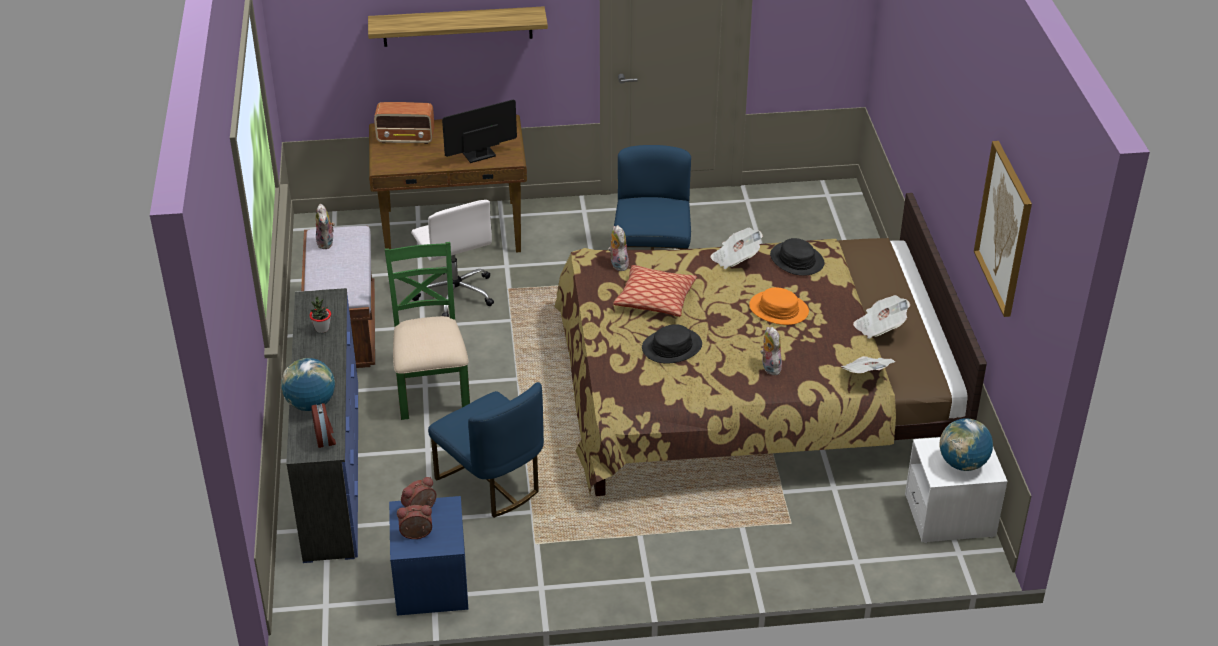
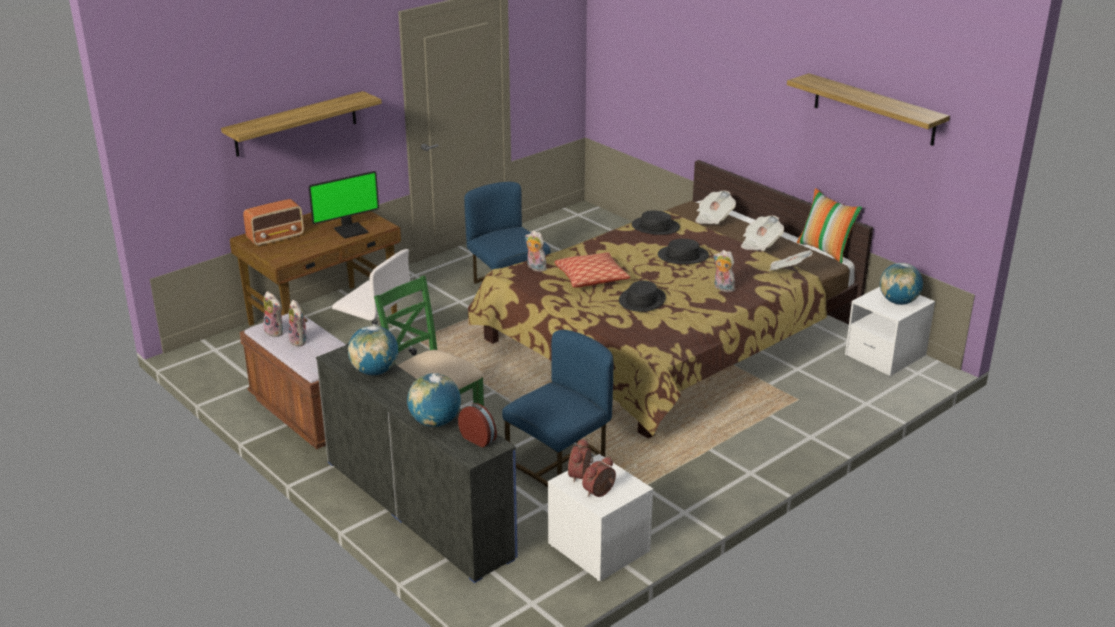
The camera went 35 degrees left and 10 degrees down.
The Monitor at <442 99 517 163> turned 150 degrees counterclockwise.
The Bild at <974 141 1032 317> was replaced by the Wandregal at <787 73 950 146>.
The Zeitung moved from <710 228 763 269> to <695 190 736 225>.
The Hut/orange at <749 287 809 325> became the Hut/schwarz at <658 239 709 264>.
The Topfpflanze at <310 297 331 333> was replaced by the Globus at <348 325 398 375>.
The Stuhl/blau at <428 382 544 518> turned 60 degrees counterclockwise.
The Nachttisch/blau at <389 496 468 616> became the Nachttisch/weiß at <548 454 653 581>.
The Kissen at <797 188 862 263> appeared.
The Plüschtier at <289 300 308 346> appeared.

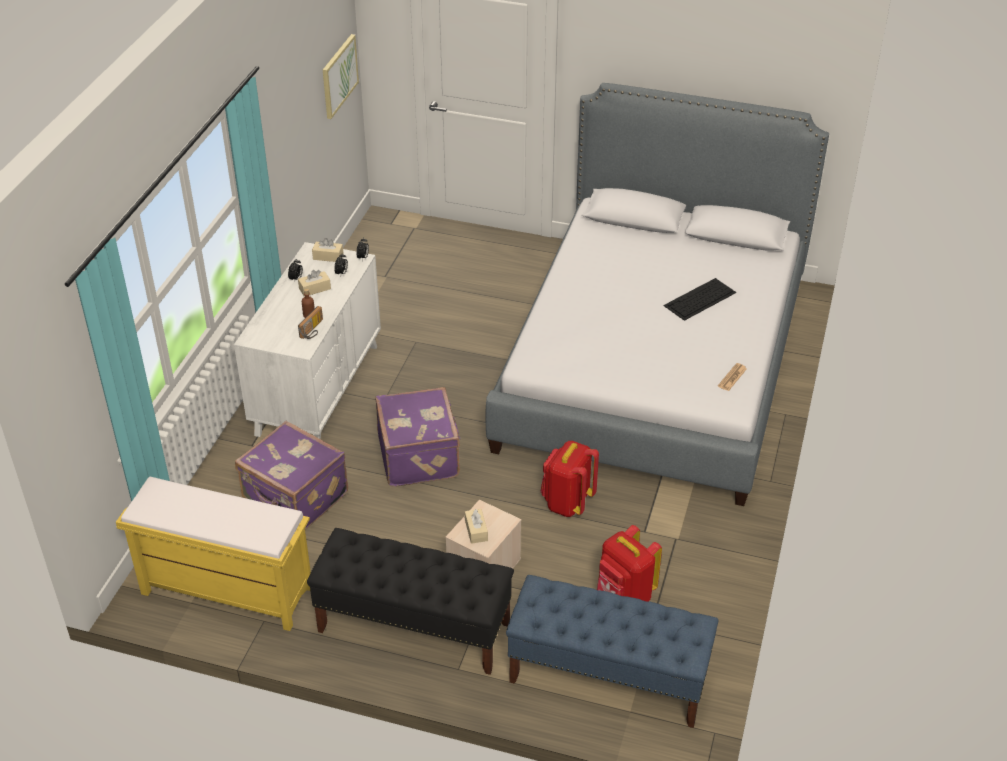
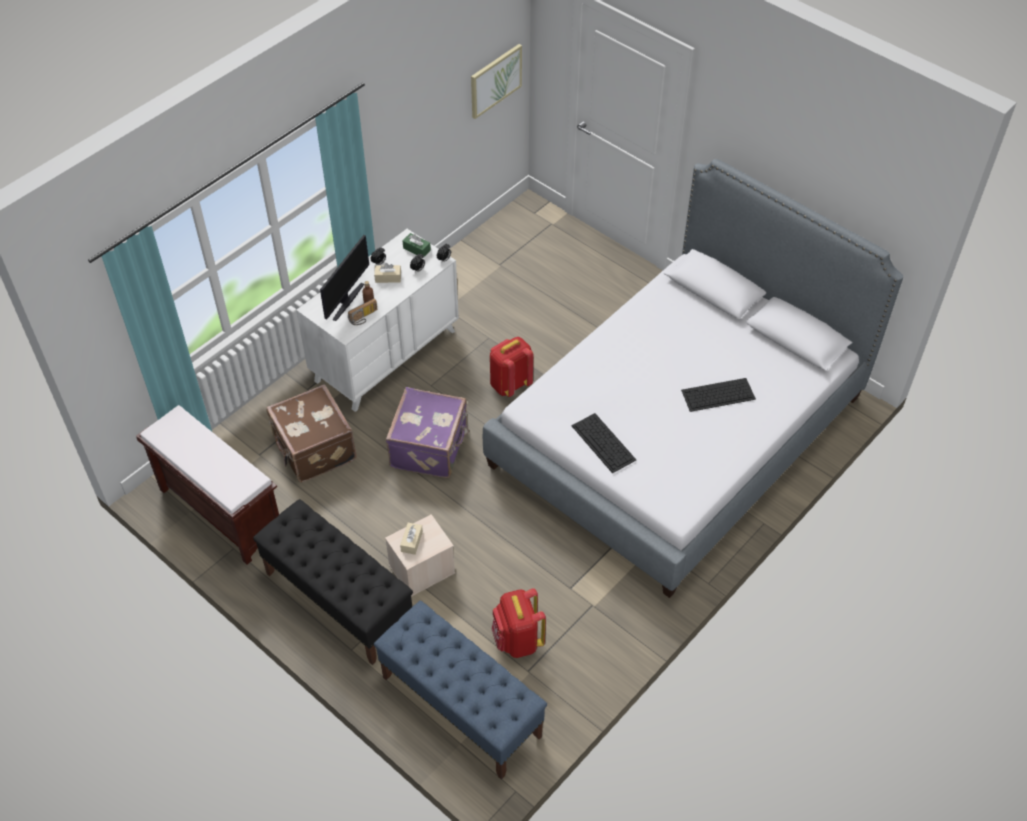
The camera went 25 degrees right and 10 degrees up.
The Taschentuchbox/beige at <312 238 344 262> became the Taschentuchbox/grün at <403 233 431 257>.
The Zeitung at <718 363 747 391> disappeared.
The Koffer/lila at <235 421 348 530> became the Koffer/braun at <266 384 357 482>.
The Rucksack/rot moved from <540 441 599 517> to <490 337 533 397>.
The Bank/gelb at <116 476 311 631> became the Bank/braun at <136 405 279 565>.
The Monitor at <320 235 369 321> appeared.
The Tastatur at <571 413 636 473> appeared.

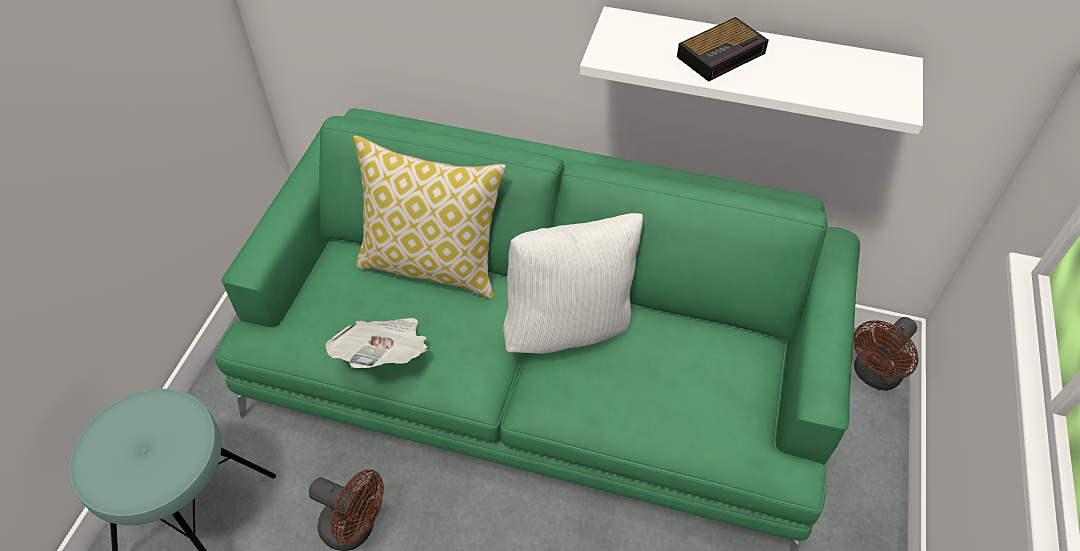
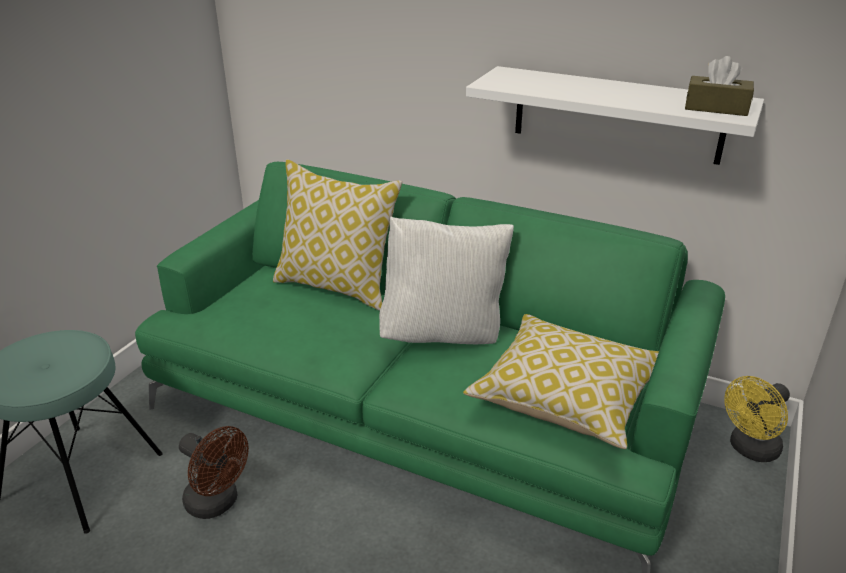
The camera went 10 degrees right and 20 degrees down.
The Wecker at <677 17 769 82> disappeared.
The Ventilator/braun at <853 317 919 390> became the Ventilator/gelb at <724 376 790 462>.
The Zeitung at <325 318 428 368> disappeared.
The Taschentuchbox/braun at <685 56 754 116> appeared.
The Kissen at <463 314 659 449> appeared.

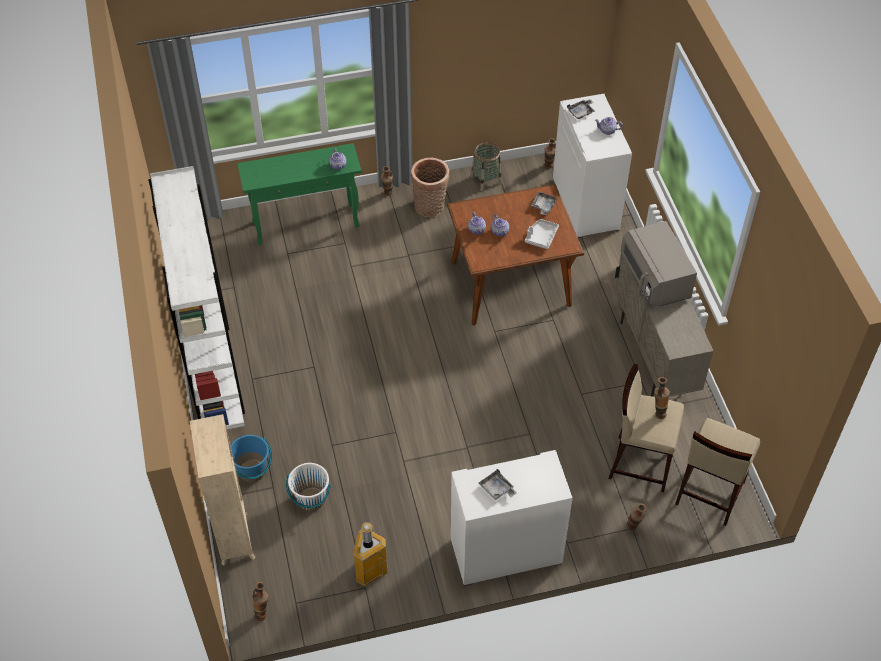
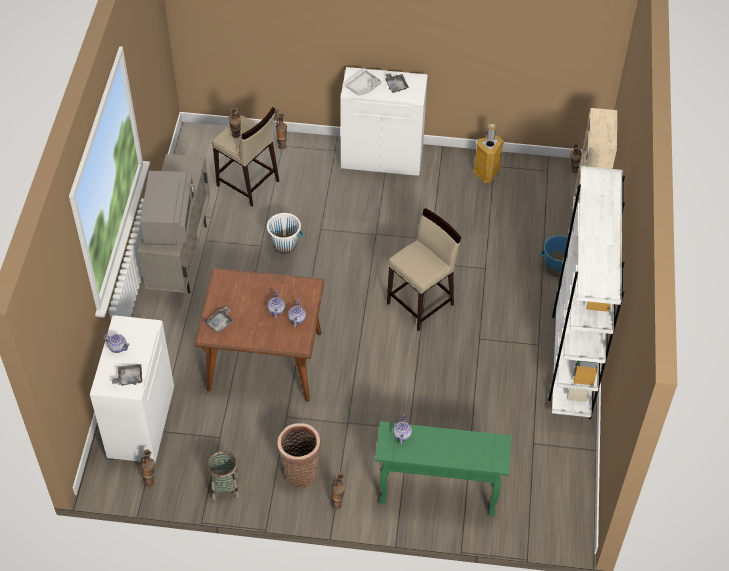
The camera went 160 degrees left and 0 degrees up.
The Tablett/grau moved from <525 219 559 249> to <346 70 382 96>.
The Hocker/beige moved from <675 418 760 526> to <387 208 461 331>.
The Eimer/weiß moved from <286 463 331 511> to <267 213 303 254>.

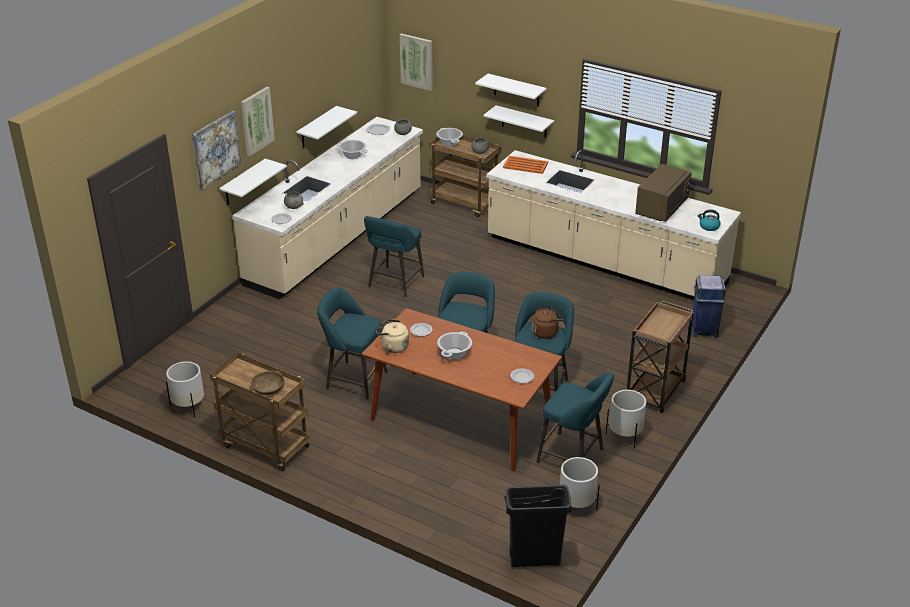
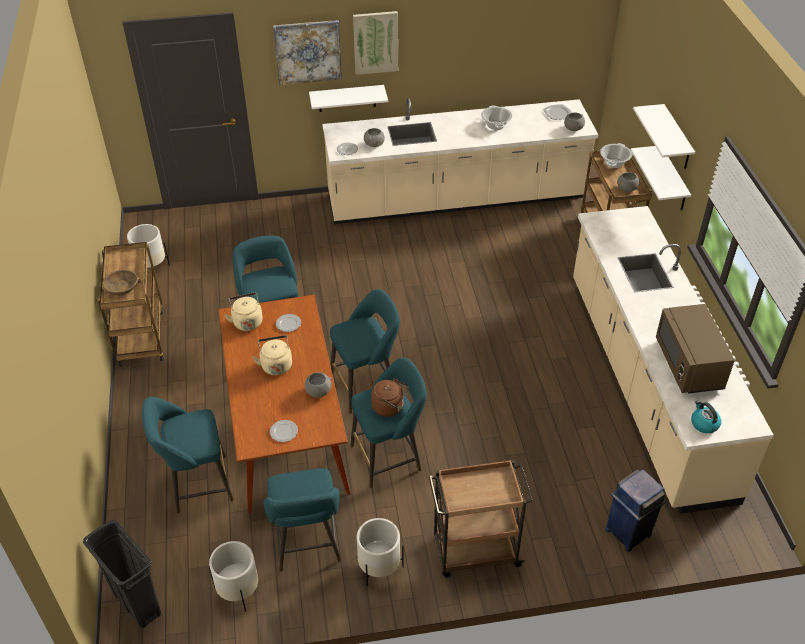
The camera went 50 degrees right and 10 degrees up.
The Bild at <400 33 433 91> disappeared.
The Wandregal/weiß at <296 106 357 148> disappeared.
The Tablett/orange at <503 156 548 174> disappeared.
The Mikrowelle/braun at <635 164 692 222> turned 90 degrees clockwise.
The Hocker/türkis moved from <364 216 424 298> to <142 397 234 513>.
The Kochtopf at <437 332 472 359> was replaced by the Wasserkessel/beige at <252 335 292 375>.
The Schüssel/grau at <305 372 332 397> appeared.

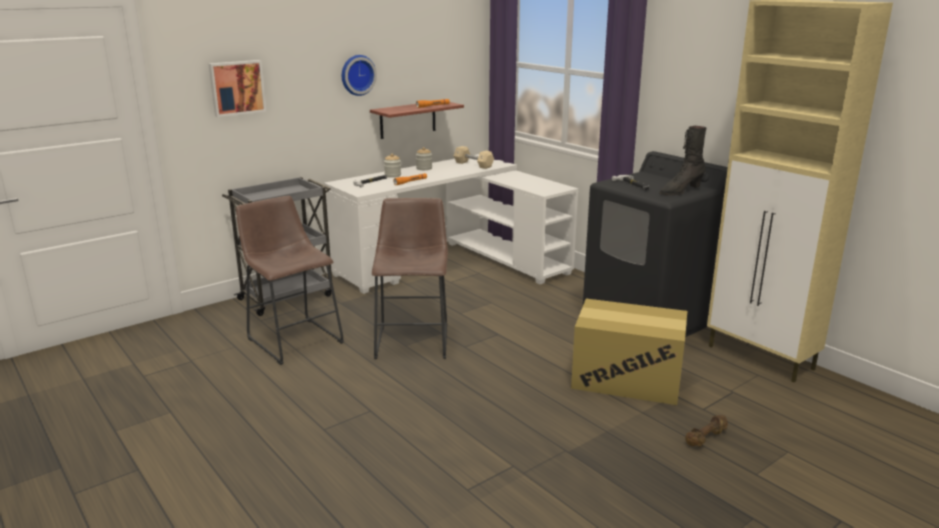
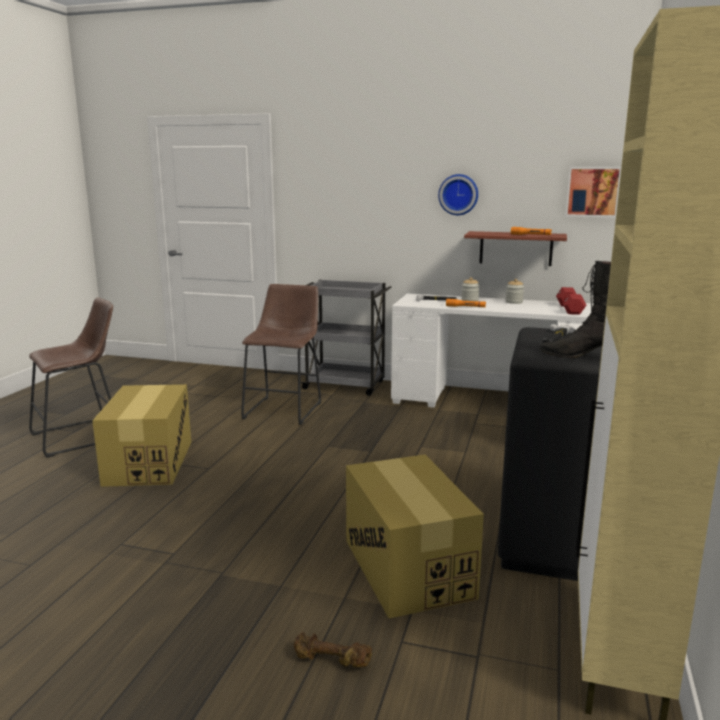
The camera went 55 degrees right and 5 degrees down.
The Bild moved from <208 60 266 117> to <565 167 621 218>.
The Hantel/beige at <454 146 494 169> became the Hantel/rot at <556 287 586 315>.
The Hocker/braun moved from <372 198 448 359> to <29 297 113 458>.
The Karton at <92 384 191 487> appeared.

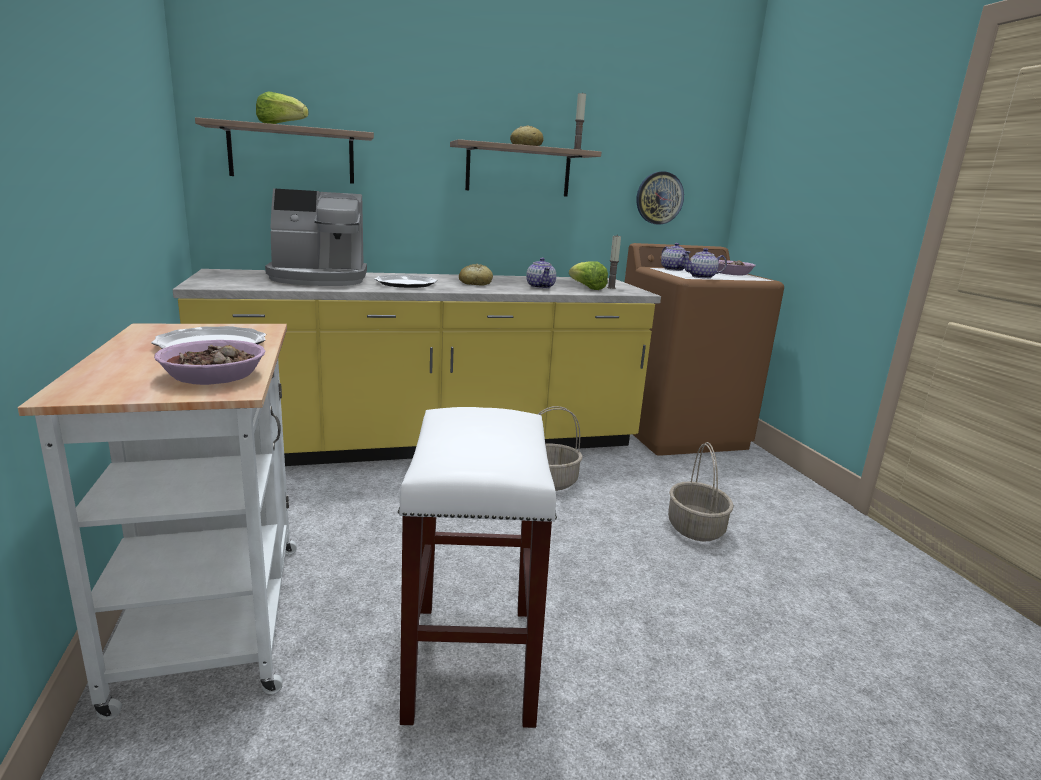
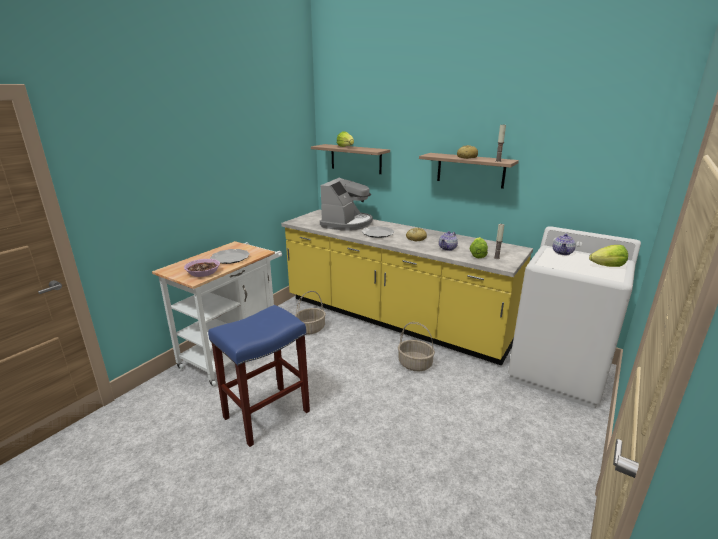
The camera went 50 degrees right and 5 degrees up.
The Wanduhr at <636 171 684 225> disappeared.
The Kaffeemaschine at <265 188 367 286> turned 105 degrees counterclockwise.
The Waschmaschine/braun at <625 243 784 456> became the Waschmaschine/weiß at <508 226 641 409>.
The Teekanne at <681 248 727 279> disappeared.
The Schüssel at <717 260 756 275> was replaced by the Salatkopf at <589 245 628 267>.
The Hocker/weiß at <398 407 557 728> became the Hocker/blau at <208 305 310 447>.
The Korb moved from <668 442 734 542> to <295 291 326 334>.

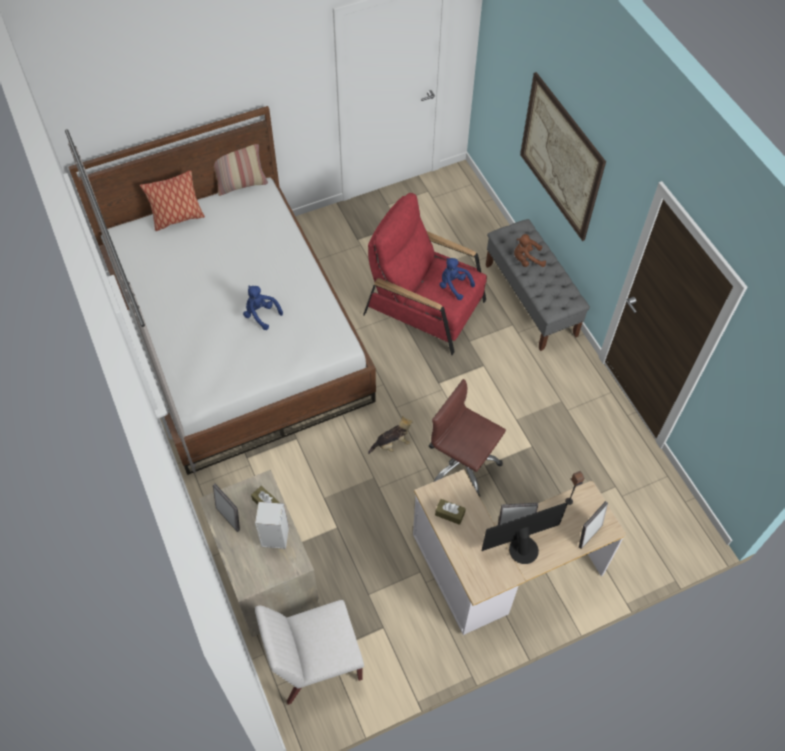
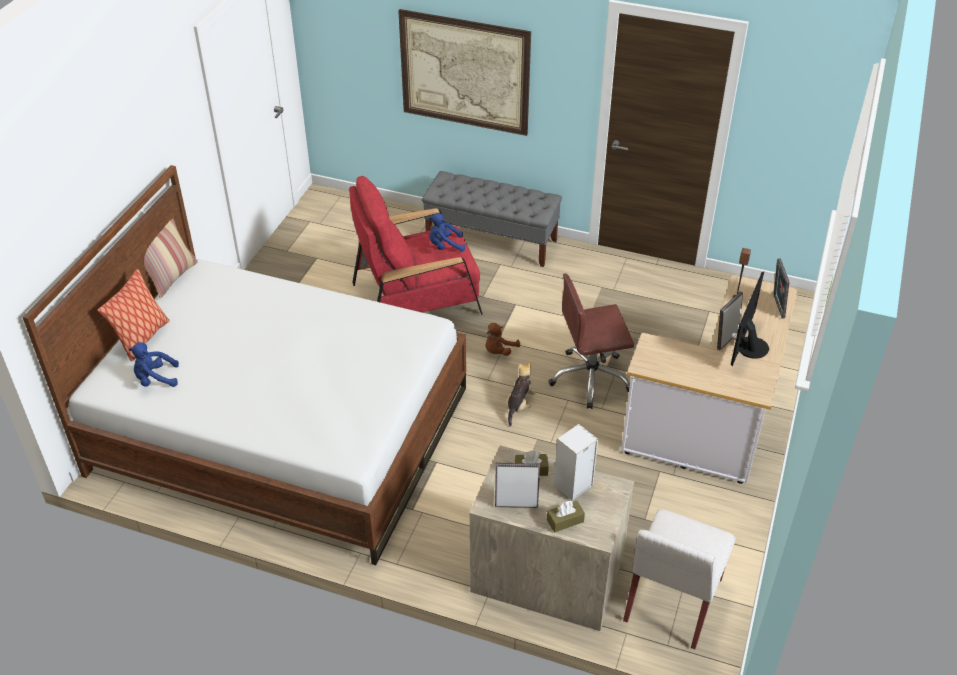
The camera went 45 degrees left and 15 degrees down.
The Plüschtier/braun moved from <514 234 546 267> to <486 323 520 356>.
The Plüschtier/blau moved from <243 286 283 330> to <129 342 179 387>.
The Taschentuchbox/braun moved from <435 499 466 525> to <547 501 585 532>.

